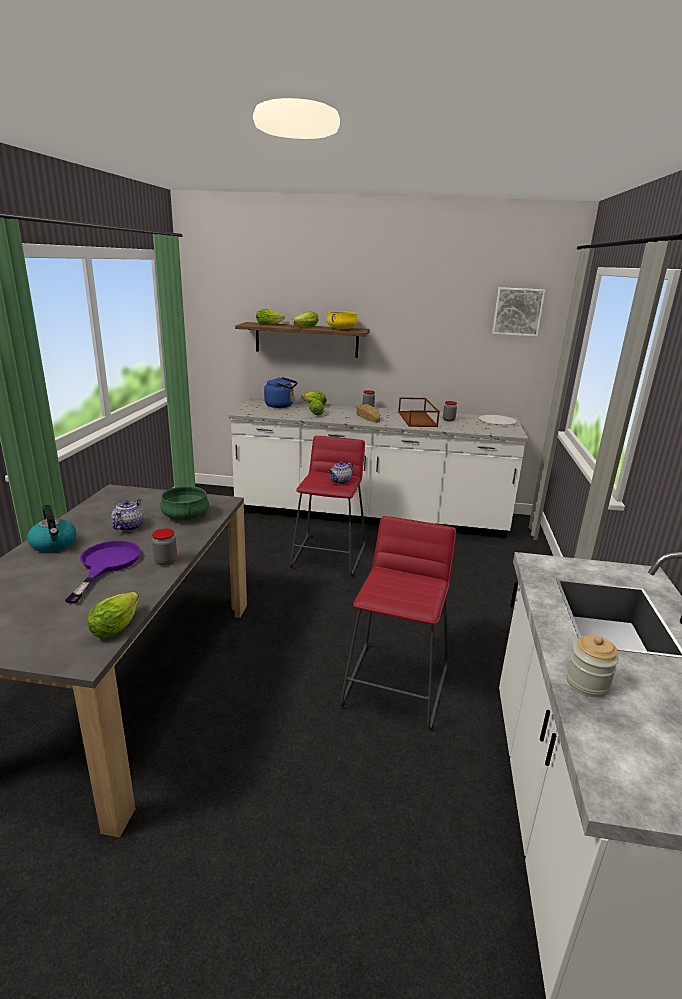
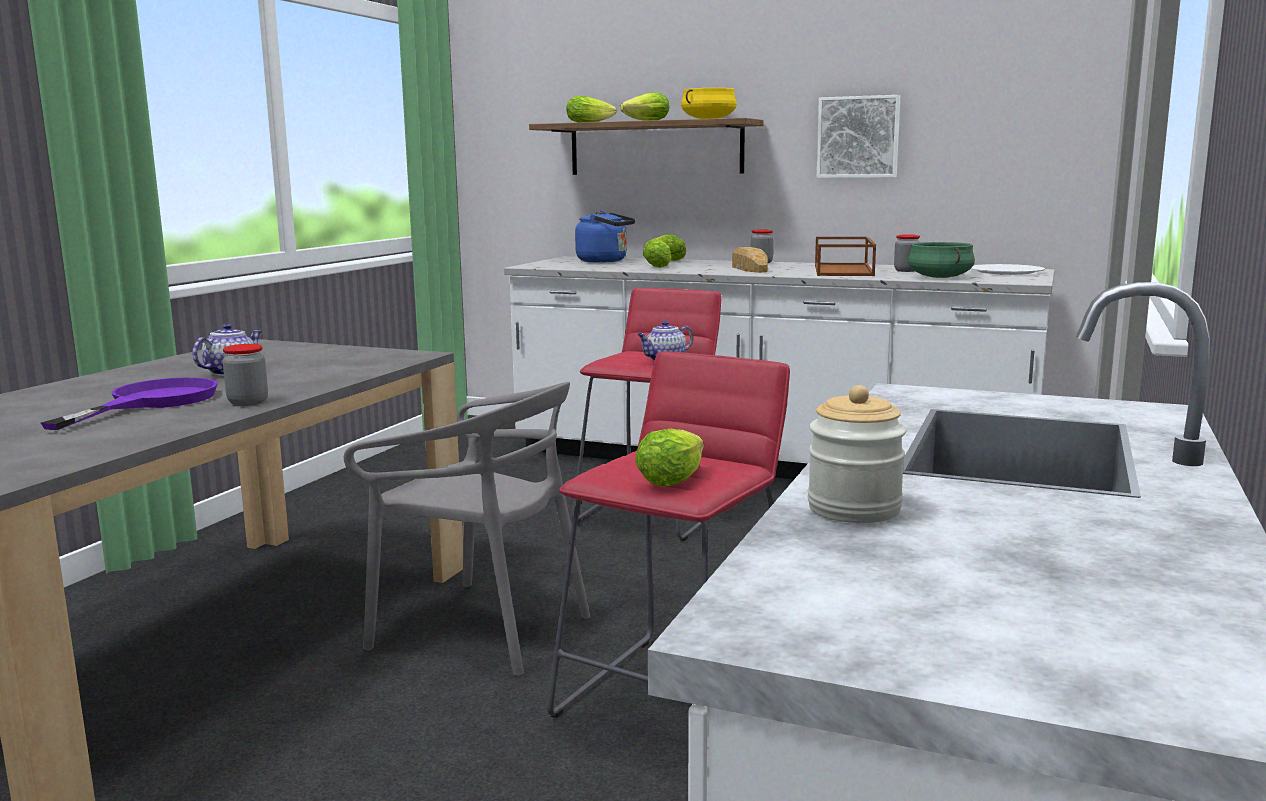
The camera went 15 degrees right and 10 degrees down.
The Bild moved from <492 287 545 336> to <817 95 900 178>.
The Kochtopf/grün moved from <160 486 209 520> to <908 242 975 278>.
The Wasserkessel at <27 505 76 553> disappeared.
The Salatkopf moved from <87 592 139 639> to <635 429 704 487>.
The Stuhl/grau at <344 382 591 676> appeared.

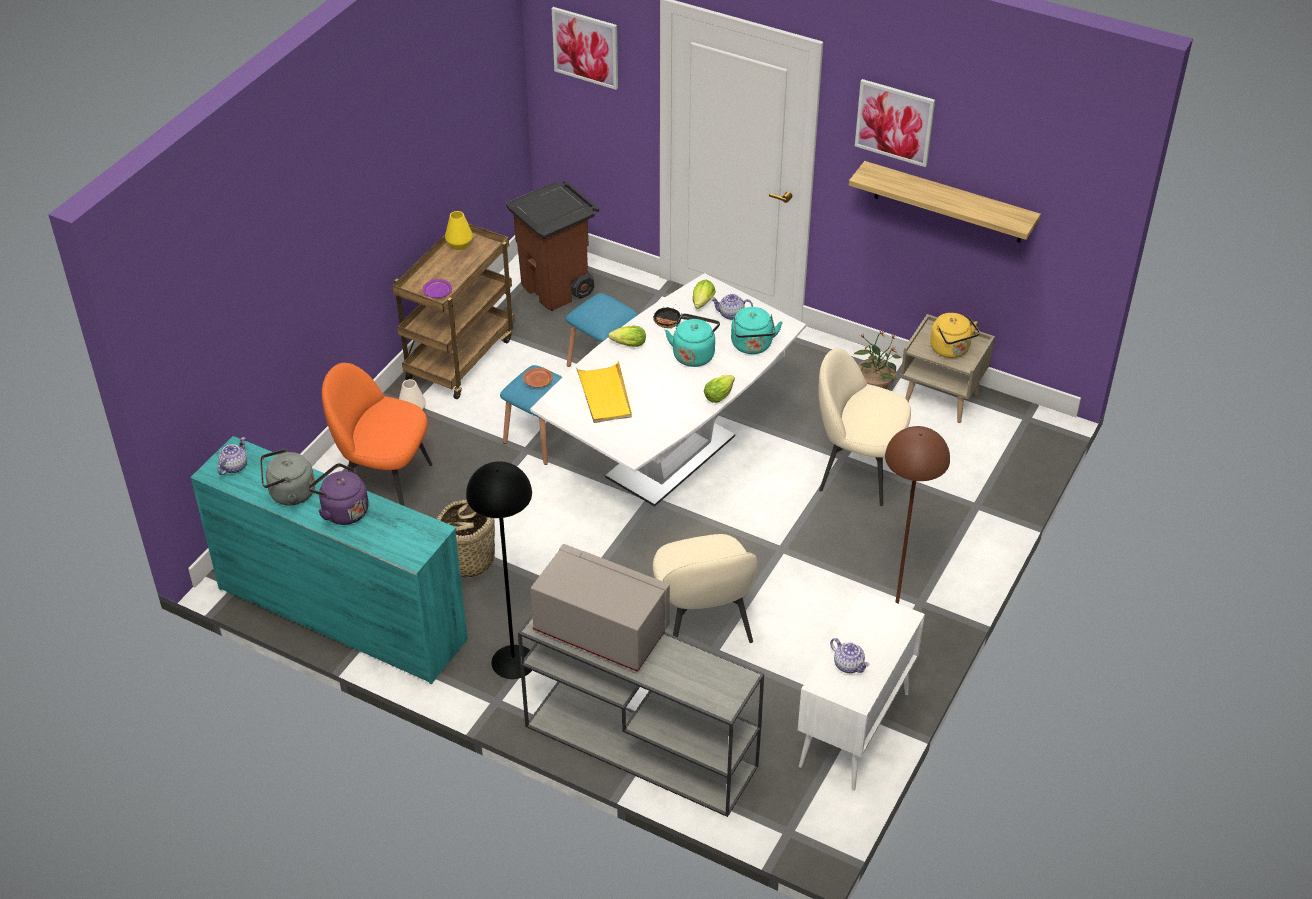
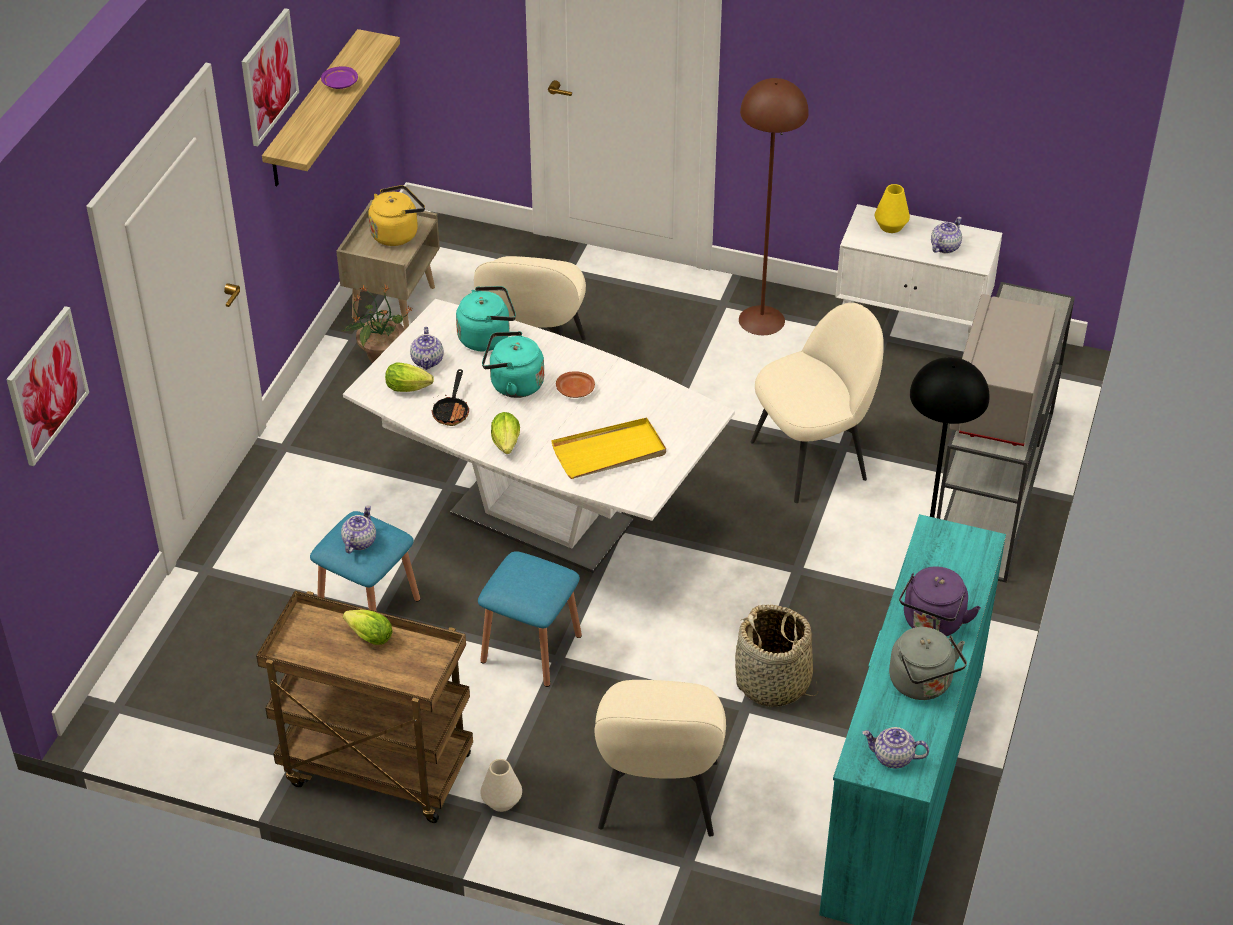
The camera went 100 degrees left and 0 degrees up.
The Mülleimer/braun at <506 180 599 311> disappeared.
The Vase/gelb moved from <445 211 473 250> to <875 184 910 233>.
The Teller/lila moved from <423 279 452 298> to <321 66 358 89>.
The Stuhl/orange at <322 363 433 506> became the Stuhl/beige at <594 680 726 836>.
The Teller/braun moved from <523 368 553 388> to <556 371 595 398>.
The Salatkopf moved from <704 375 735 403> to <343 610 393 645>.
The Teekanne at <341 505 376 553> appeared.

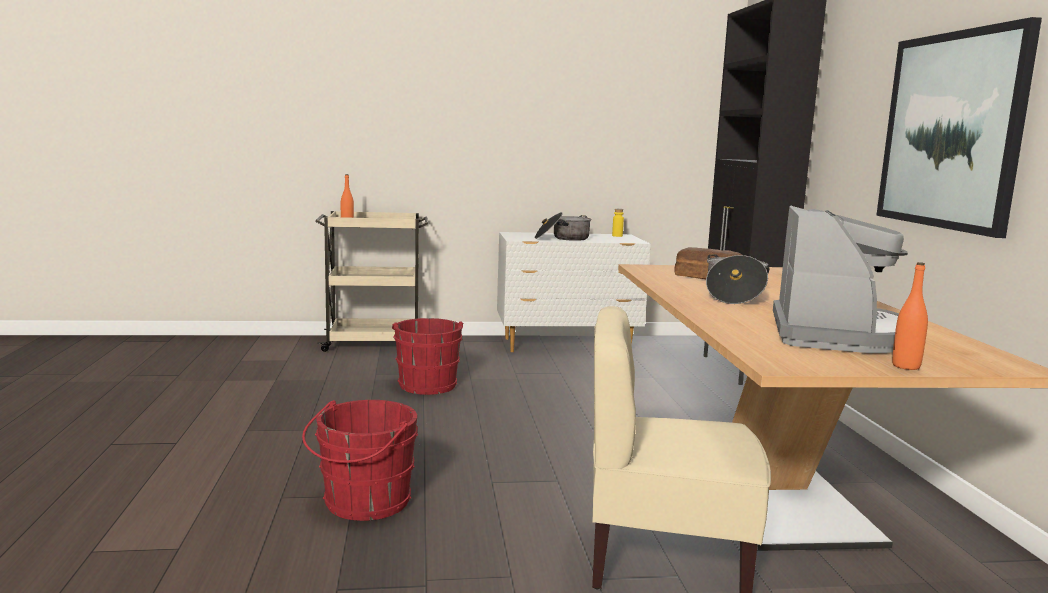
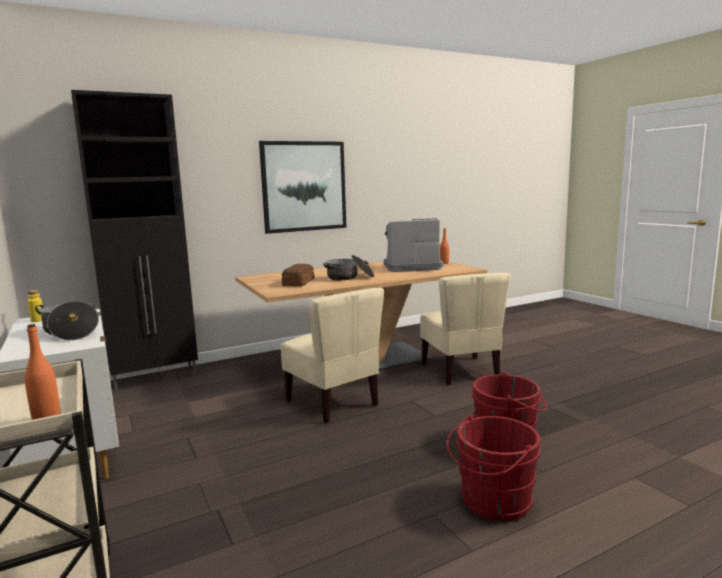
The camera went 110 degrees left and 0 degrees up.
The Eimer/rot moved from <392 318 463 395> to <446 415 540 521>.
The Stuhl/beige at <280 288 384 423> appeared.

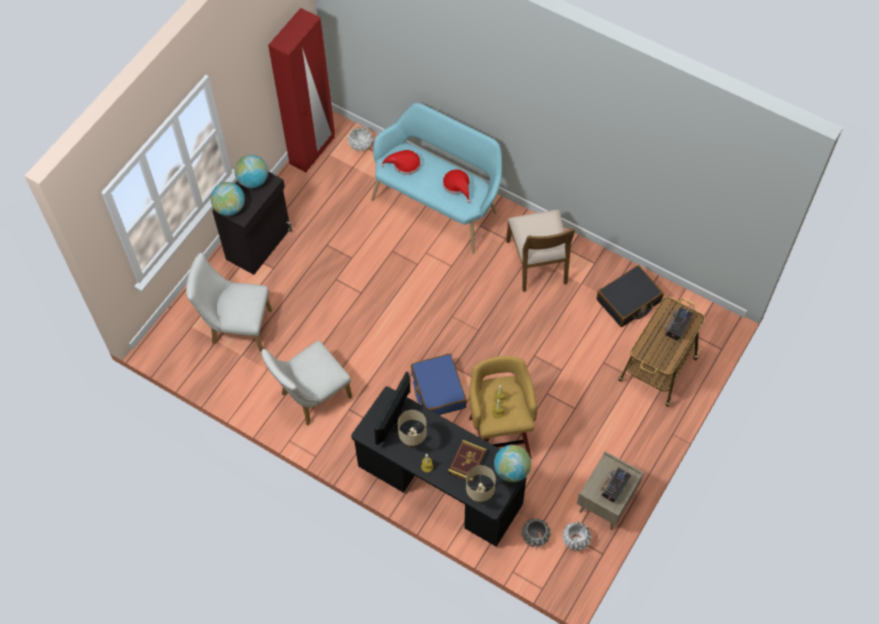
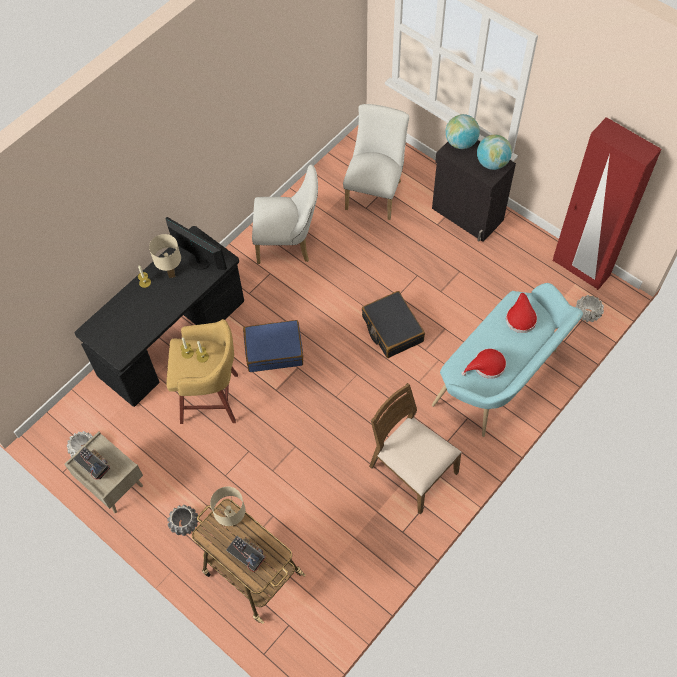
The camera went 100 degrees right and 0 degrees up.
The Stuhl/braun at <506 210 575 292> turned 45 degrees clockwise.
The Koffer/schwarz moved from <597 265 664 327> to <362 291 425 358>.
The Stuhl/weiß at <261 341 352 426> turned 120 degrees clockwise.
The Buch at <448 440 487 483> disappeared.
The Globus at <494 445 531 482> disappeared.
The Tischlampe/beige moved from <466 465 496 504> to <210 487 245 527>.
The Pflanzkübel/grau moved from <521 518 551 547> to <167 505 198 536>.

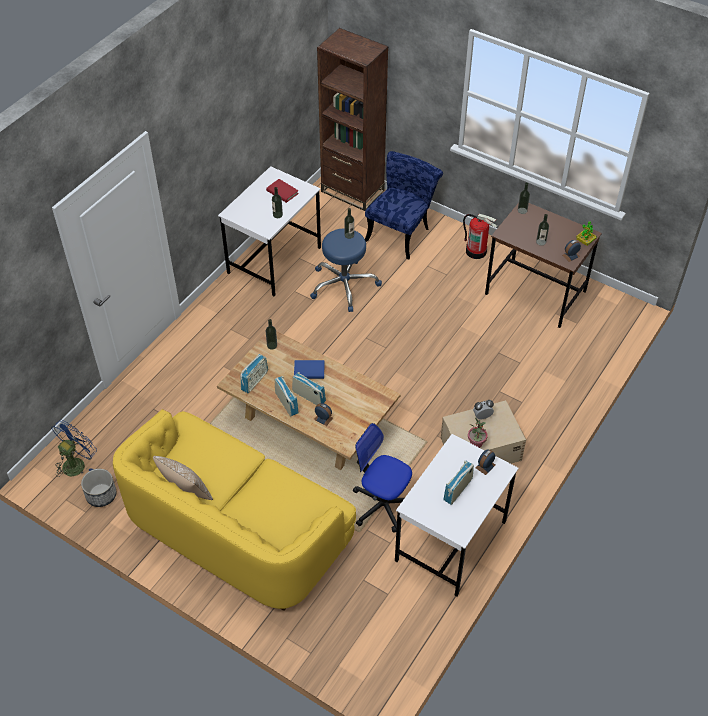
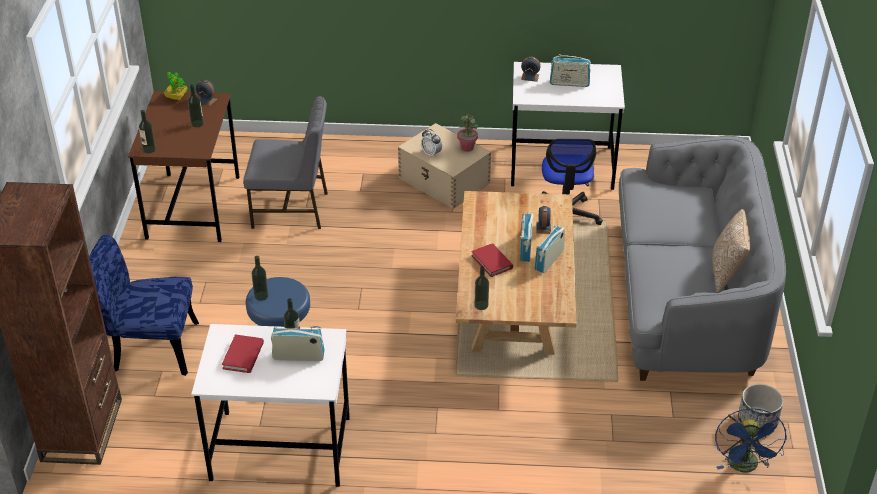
The camera went 120 degrees left and 10 degrees down.
The Feuerlöscher at <463 214 497 259> disappeared.
The Radio moved from <240 354 268 393> to <271 325 325 361>.
The Buch/blau at <294 360 325 379> became the Buch/rot at <471 243 513 277>.
The Sofa/gelb at <113 409 356 611> became the Sofa/grau at <619 136 786 381>.
The Ventilator/blau at <51 420 97 477> turned 90 degrees counterclockwise.
The Stuhl/grau at <243 96 328 229> appeared.

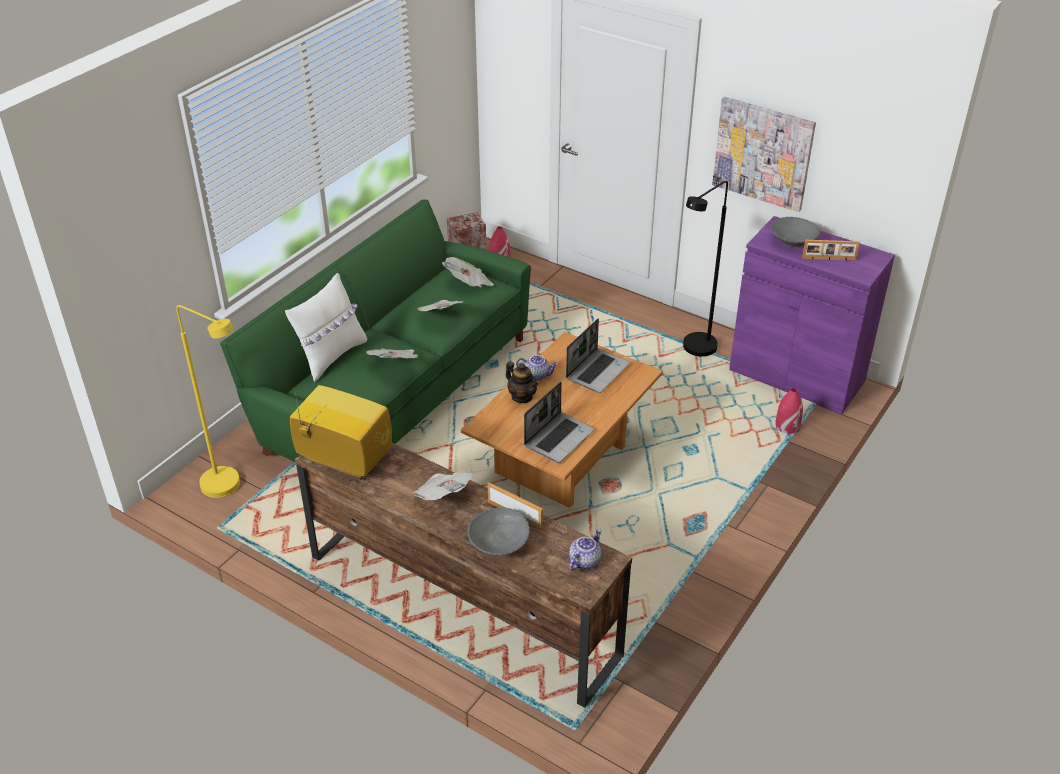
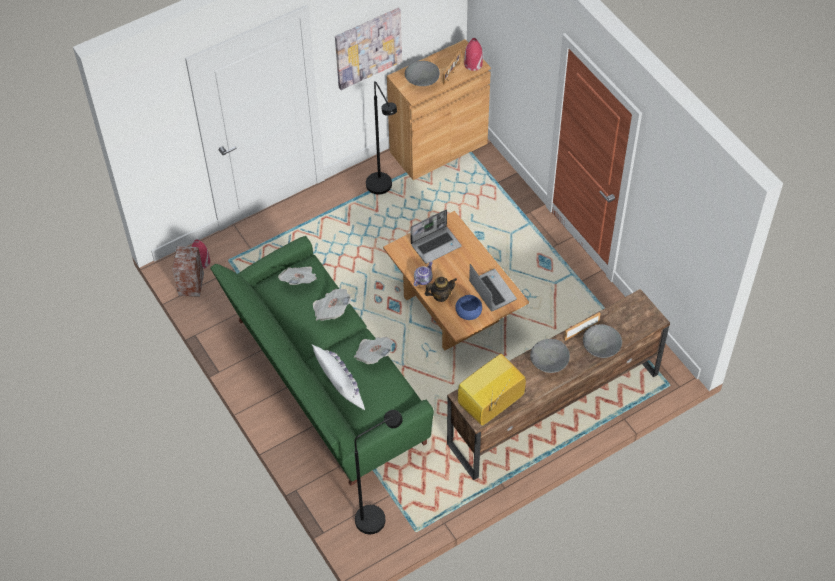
The camera went 65 degrees left and 15 degrees up.
The Schrank/lila at <729 216 895 414> became the Schrank/braun at <387 39 491 180>.
The Stehlampe/gelb at <176 305 240 498> became the Stehlampe/schwarz at <355 410 403 534>.
The Laptop at <566 319 630 393> turned 90 degrees clockwise.
The Vase/rot moved from <775 388 803 434> to <464 38 483 71>.
The Zeitung at <413 472 475 500> was replaced by the Schüssel/grau at <530 339 570 373>.
The Teekanne at <569 529 601 570> disappeared.
The Schüssel/blau at <455 295 482 320> appeared.

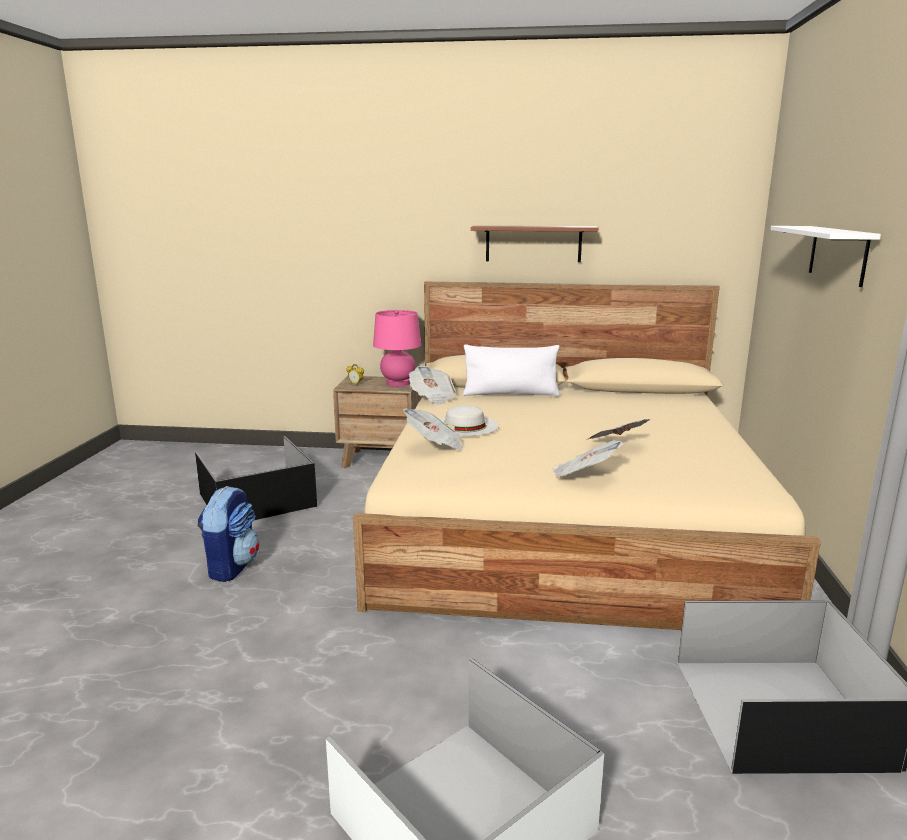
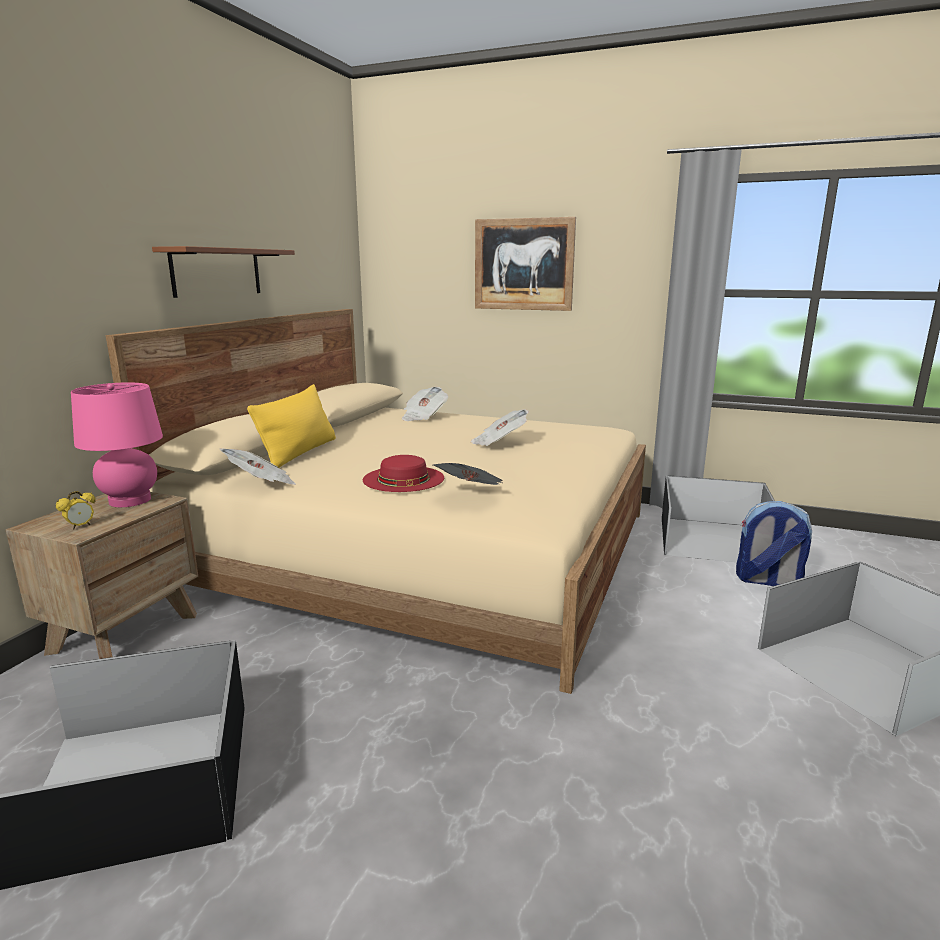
The camera went 75 degrees left and 0 degrees up.
The Wandregal/weiß at <771 226 881 287> was replaced by the Bild at <475 217 576 311>.
The Kissen/weiß at <463 345 560 396> became the Kissen/gelb at <247 384 336 468>.
The Hut/weiß at <439 406 499 436> became the Hut/rot at <363 455 444 492>.
The Zeitung moved from <553 440 623 478> to <402 387 448 421>.
The Rucksack moved from <197 486 260 582> to <736 501 812 586>.

